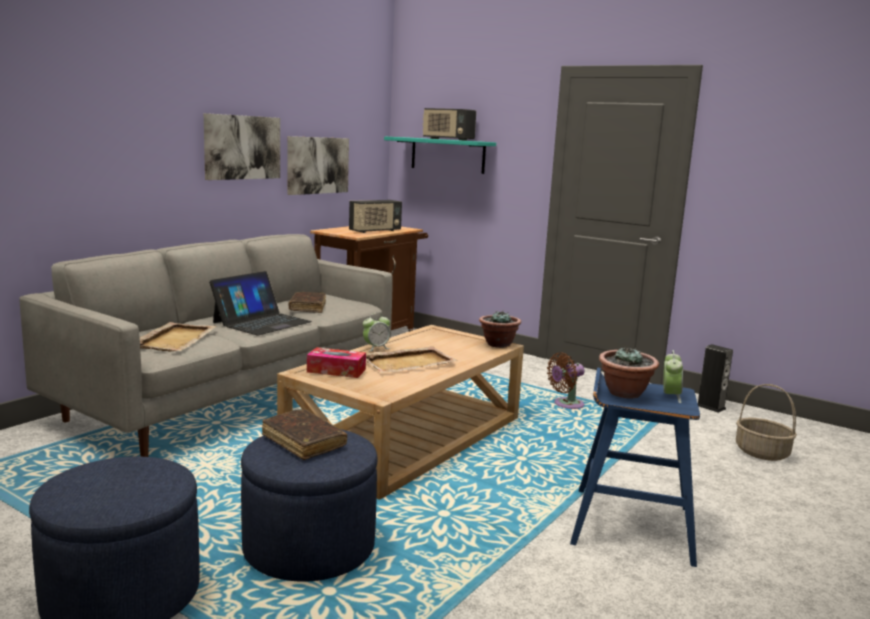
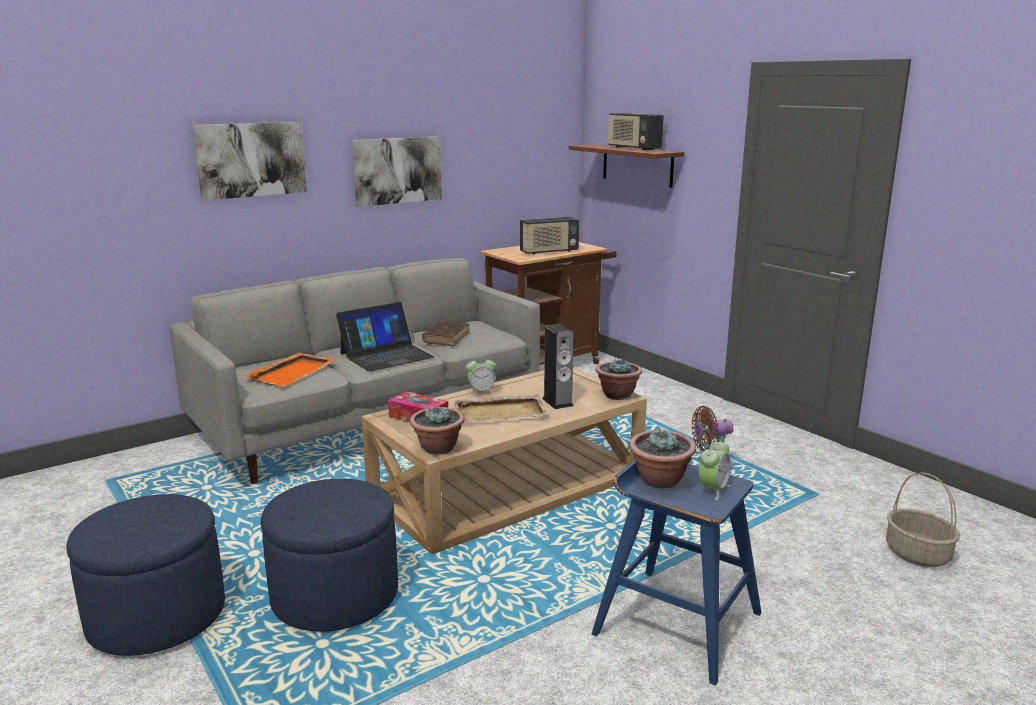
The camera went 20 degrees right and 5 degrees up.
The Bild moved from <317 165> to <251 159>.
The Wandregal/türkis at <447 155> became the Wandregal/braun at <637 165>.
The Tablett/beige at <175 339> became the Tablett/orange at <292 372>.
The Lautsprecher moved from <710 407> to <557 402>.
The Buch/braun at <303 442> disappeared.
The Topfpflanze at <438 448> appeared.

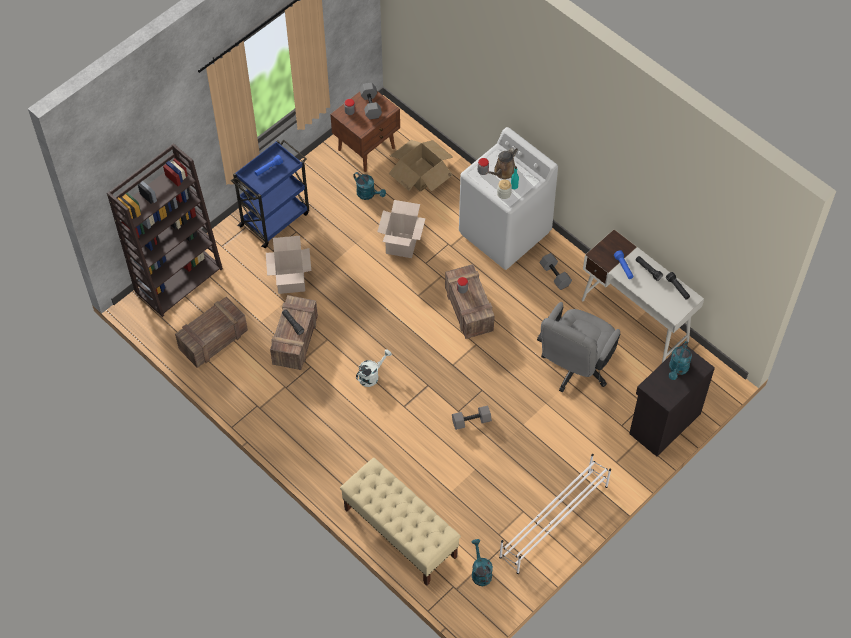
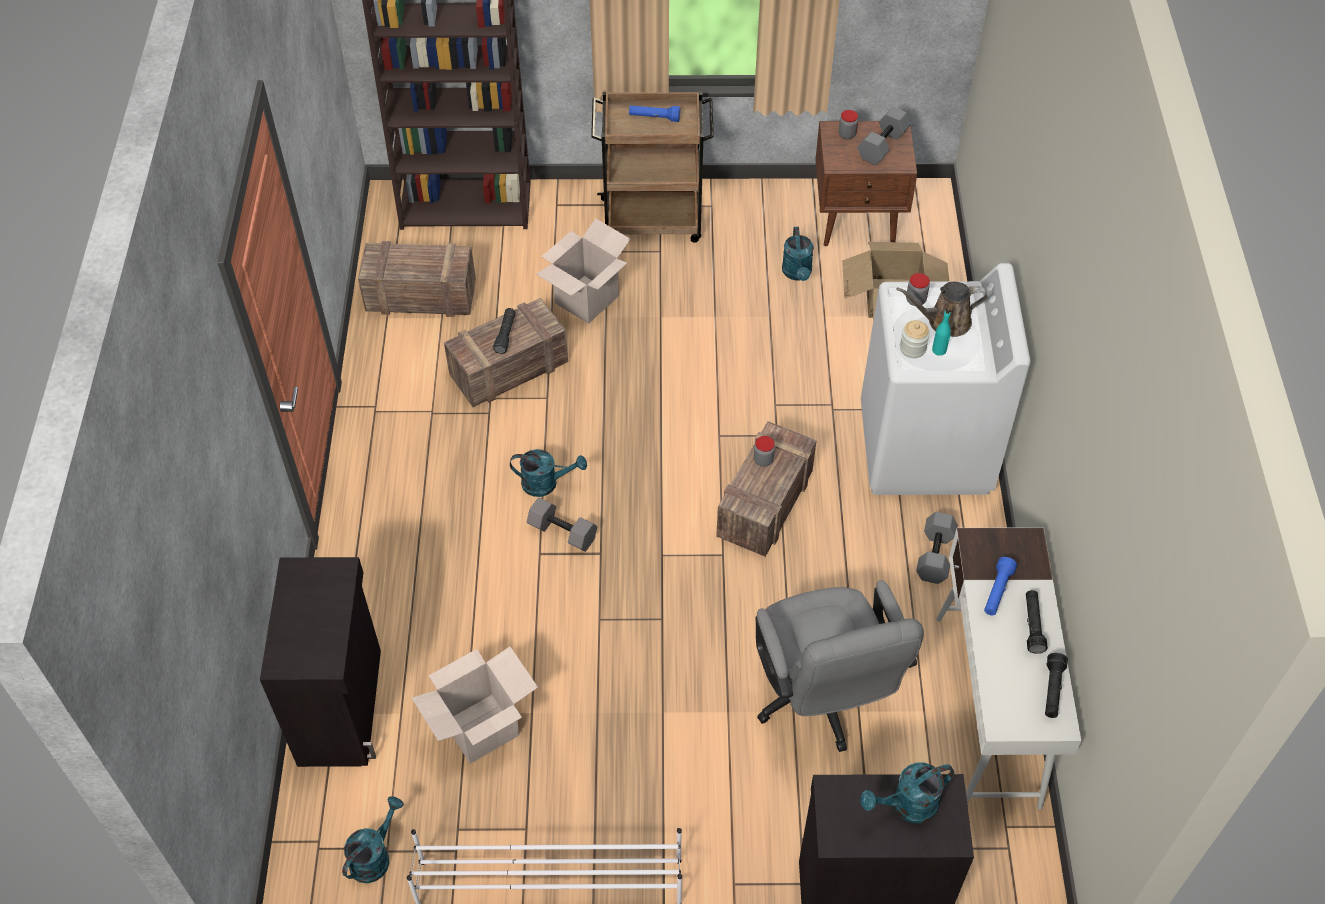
The camera went 45 degrees right and 5 degrees down.
The Rollwagen/blau at <275 218> became the Rollwagen/braun at <653 220>.
The Karton moved from <401 244> to <481 729>.
The Bürostuhl/grau at <574 368> turned 90 degrees counterclockwise.
The Gießkanne/weiß at <371 375> became the Gießkanne/türkis at <546 483>.
The Hantel/grau moved from <471 422> to <561 533>.
The Bank/beige at <400 533> was replaced by the Schrank/schwarz at <342 706>.

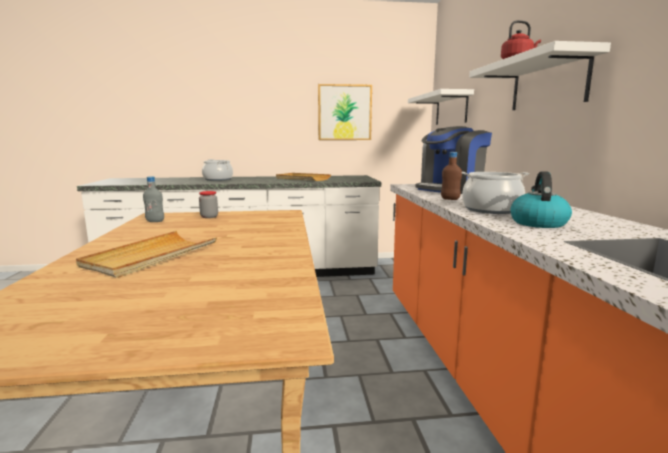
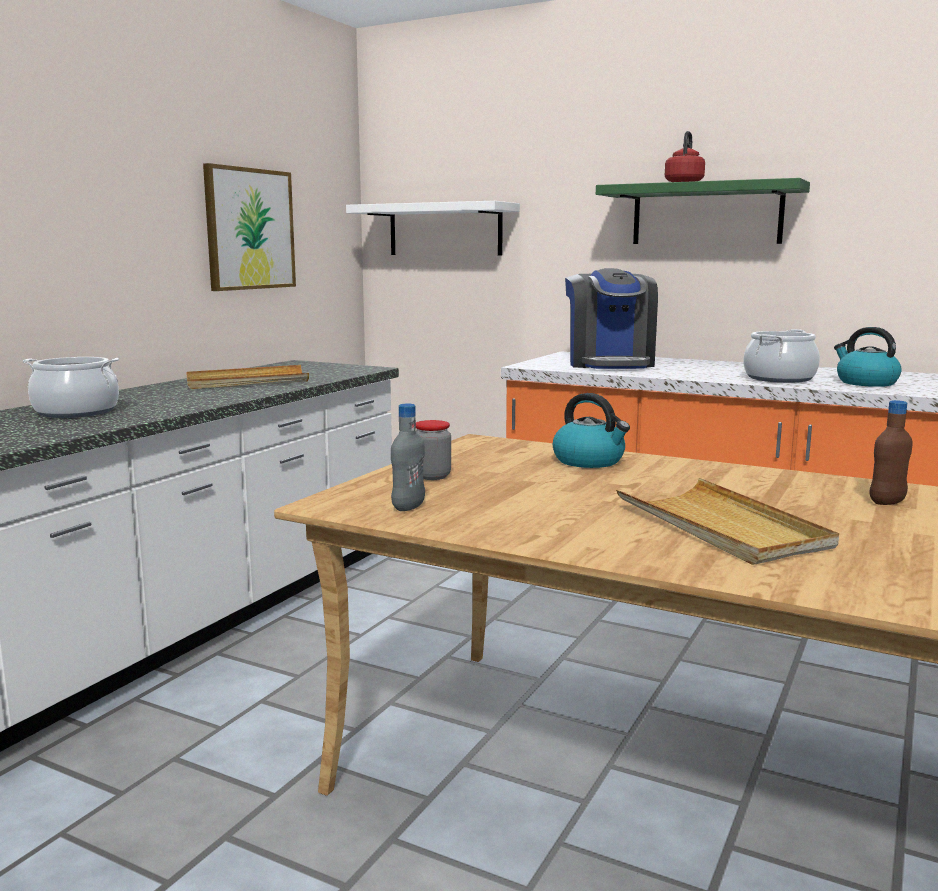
The camera went 55 degrees left and 0 degrees up.
The Wandregal/weiß at <548 83> became the Wandregal/grün at <706 214>.
The Flasche/braun moved from <450 199> to <887 502>.
The Wasserkessel at <589 461> appeared.

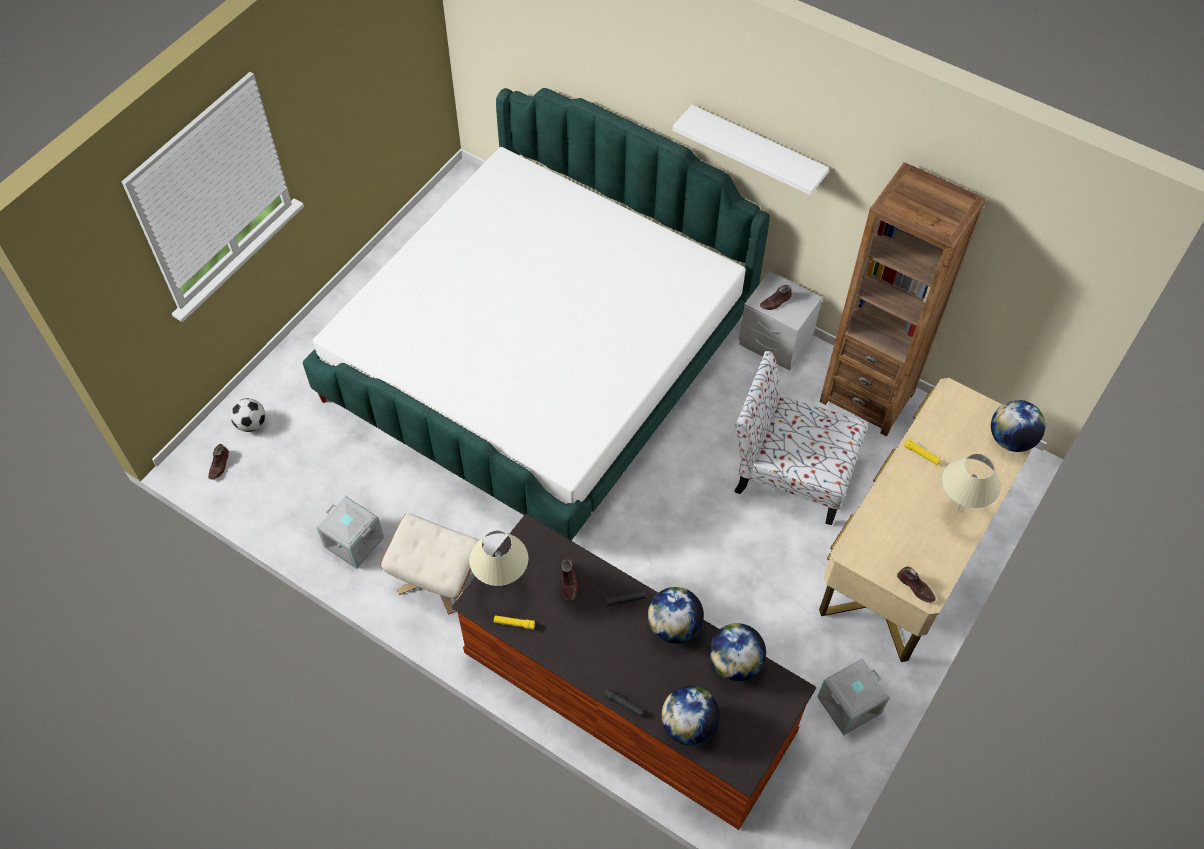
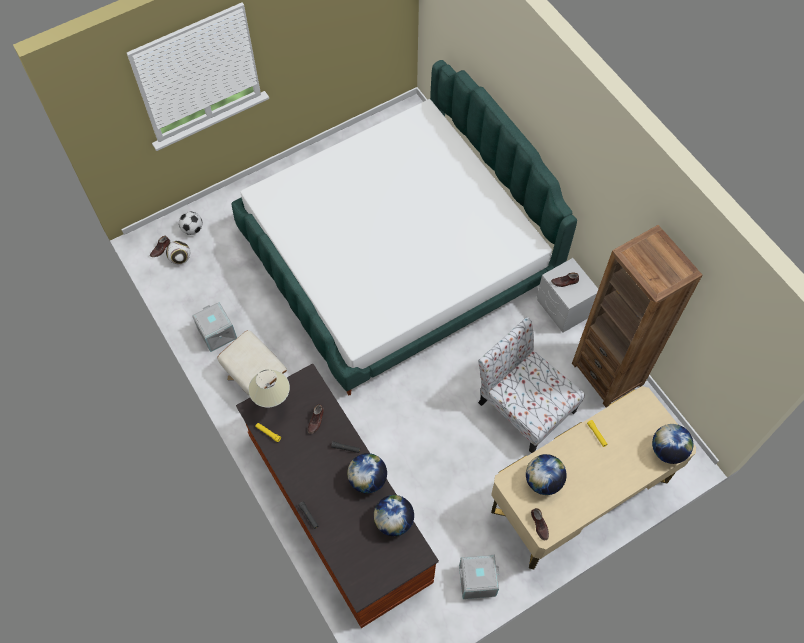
The camera went 25 degrees right and 5 degrees up.
The Wandregal/weiß at <757 149> disappeared.
The Tischlampe/beige at <957 511> disappeared.
The Globus moved from <688 725> to <543 481>.
The Fußball at <180 258> appeared.

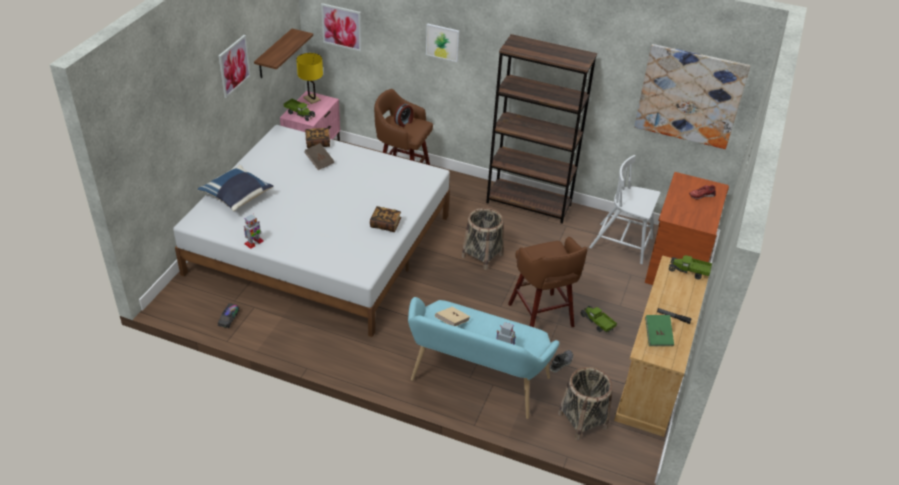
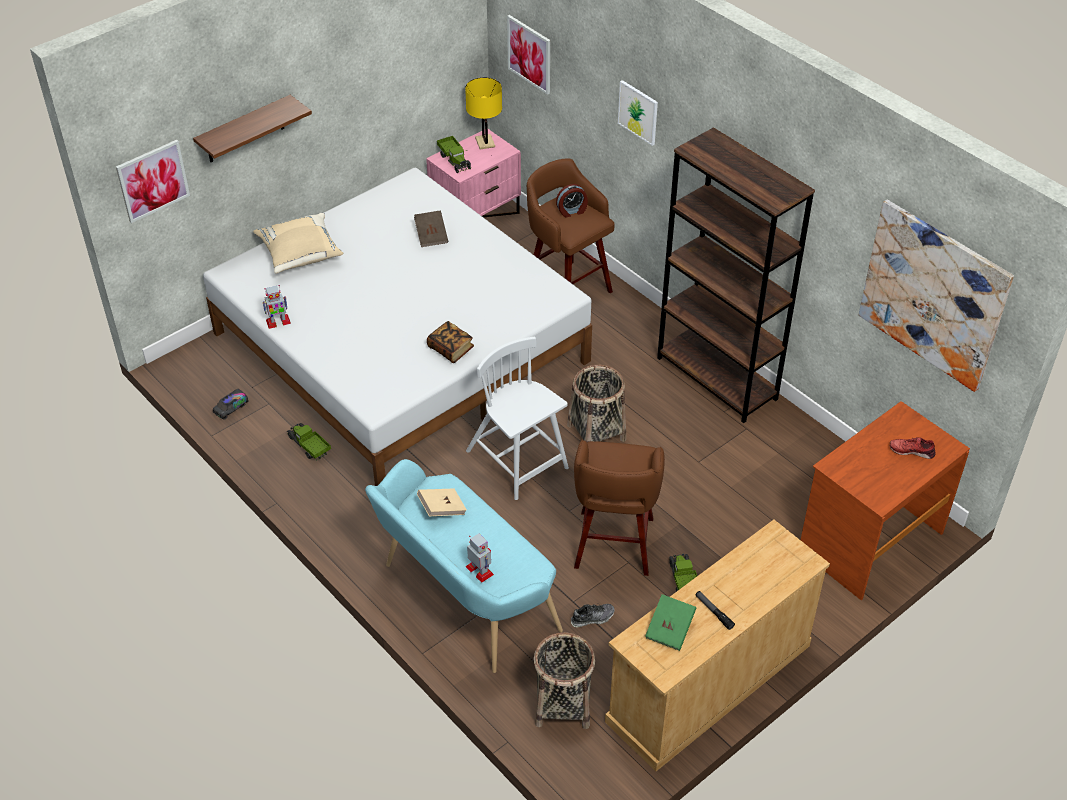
The camera went 30 degrees right and 5 degrees up.
The Wandregal moved from <274 54> to <244 130>.
The Bild moved from <233 66> to <153 180>.
The Buch at <318 143> disappeared.
The Stuhl/weiß moved from <622 243> to <518 461>.
The Kissen/blau at <237 197> became the Kissen/beige at <300 255>.
The Spielzeuglaster moved from <688 271> to <309 446>.

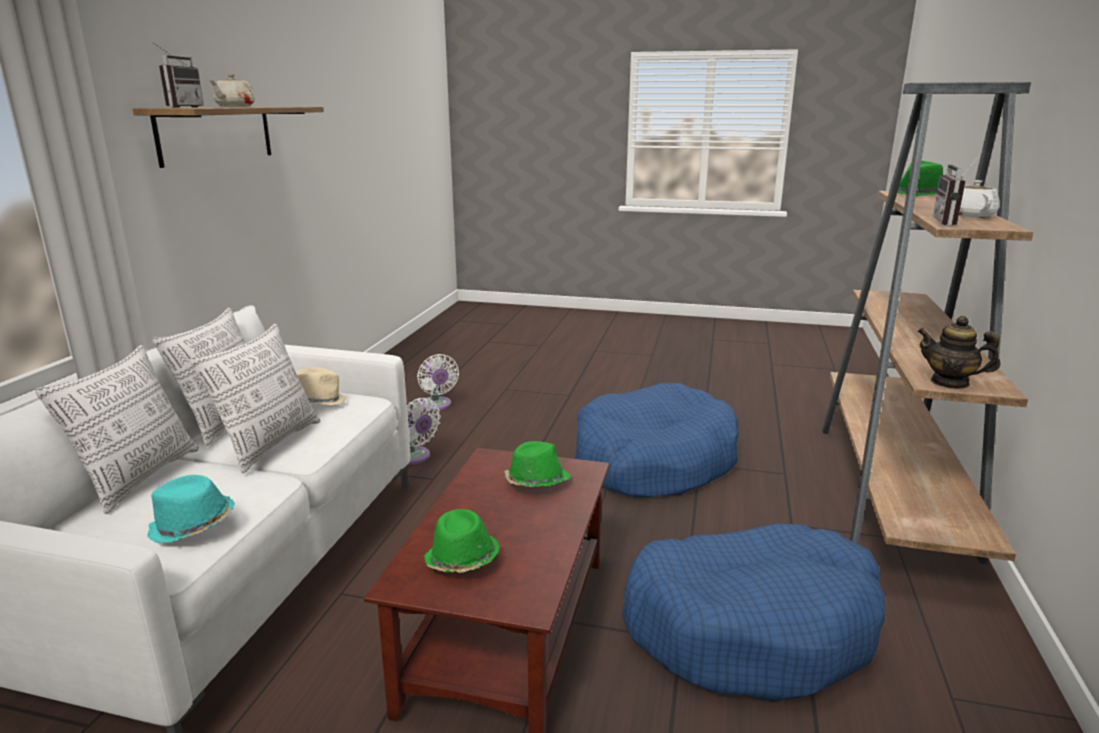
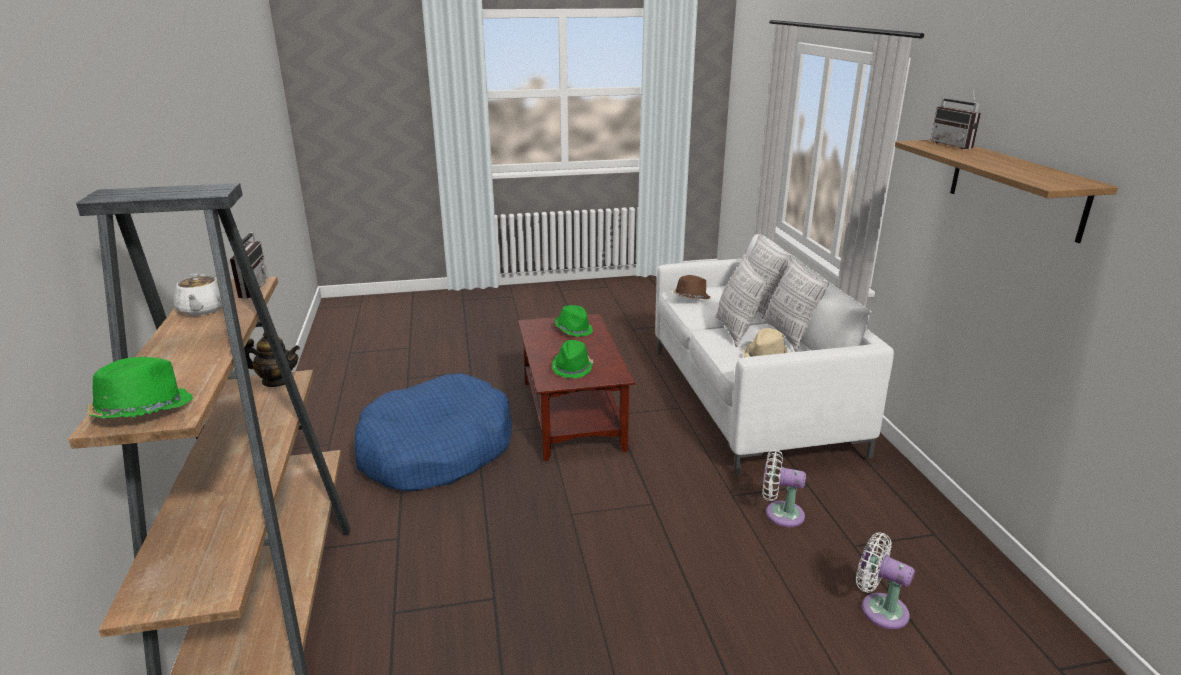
The camera went 155 degrees right and 5 degrees up.
The Teekanne/beige at <234 106> disappeared.
The Hundebett/blau at <653 461> disappeared.
The Hut/türkis at <192 526> became the Hut/braun at <690 298>.

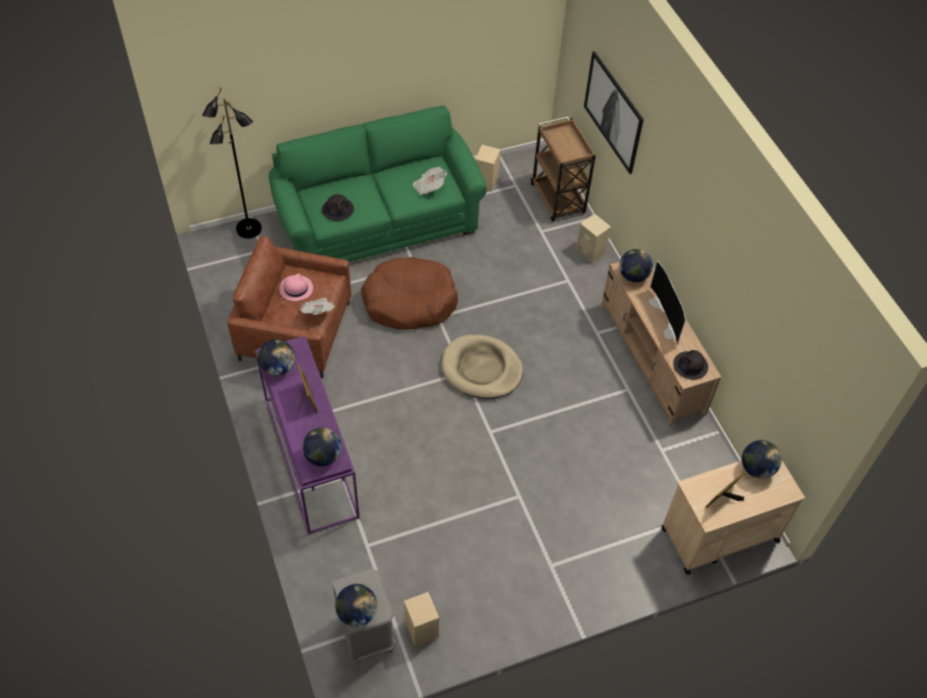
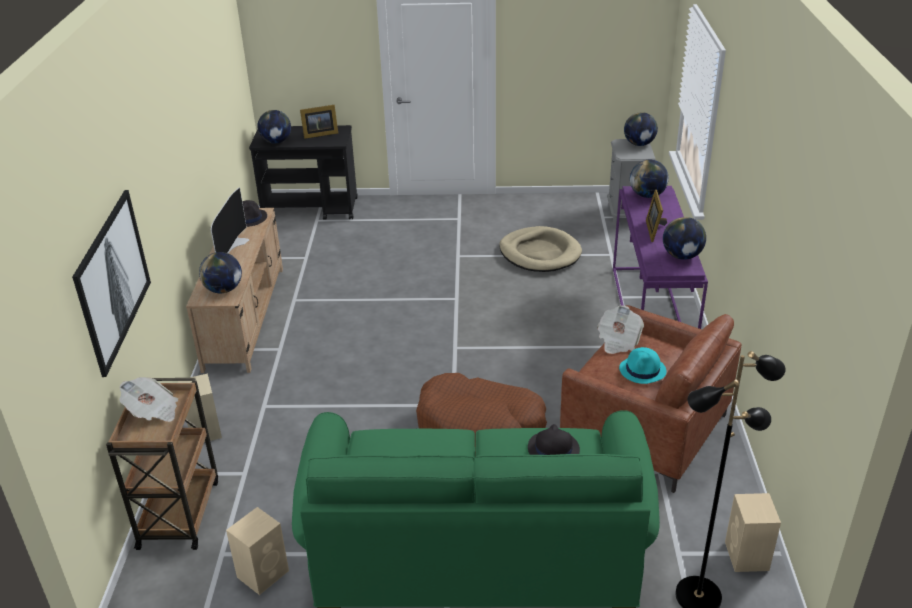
The camera went 155 degrees left and 20 degrees down.
The Zeitung moved from <429 187> to <152 411>.
The Hut/rosa at <295 288> became the Hut/türkis at <643 370>.
The Hundebett/beige moved from <481 369> to <540 253>.
The Rollwagen/beige at <719 534> became the Rollwagen/schwarz at <311 209>.
The Lautsprecher/beige moved from <421 628> to <747 557>.

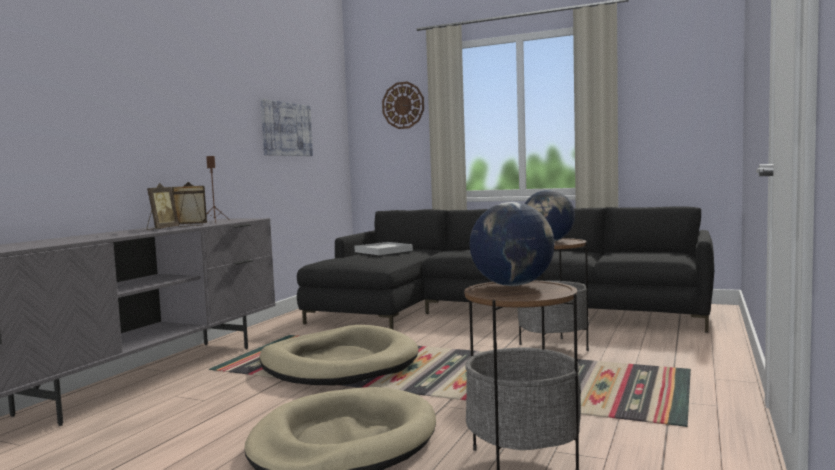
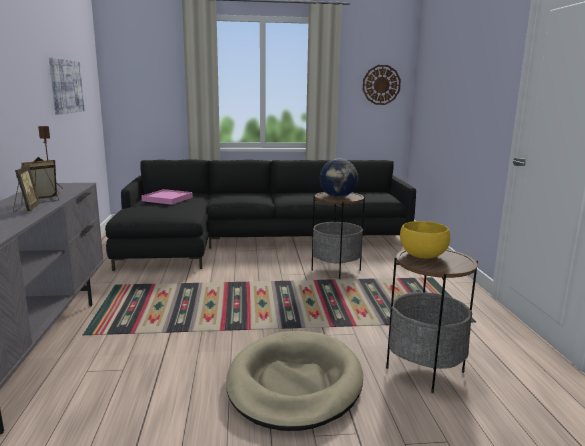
The camera went 30 degrees left and 10 degrees up.
The Wanduhr moved from <403 105> to <381 85>.
The Globus at <513 285> was replaced by the Schüssel/gelb at <423 254>.
The Tablett/weiß at <383 251> became the Tablett/rosa at <167 199>.
The Hundebett/beige at <338 363> disappeared.

